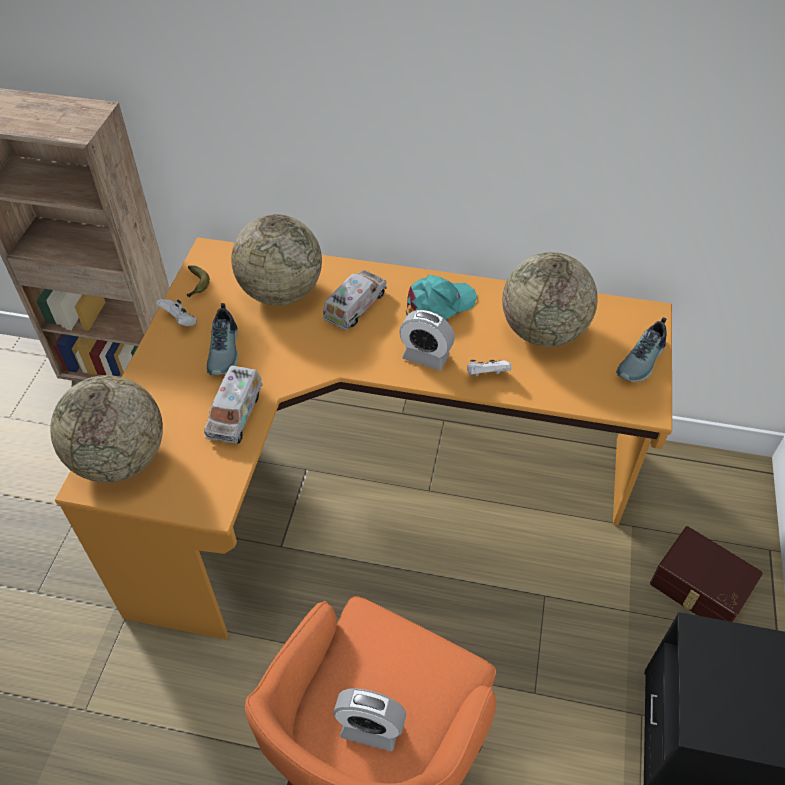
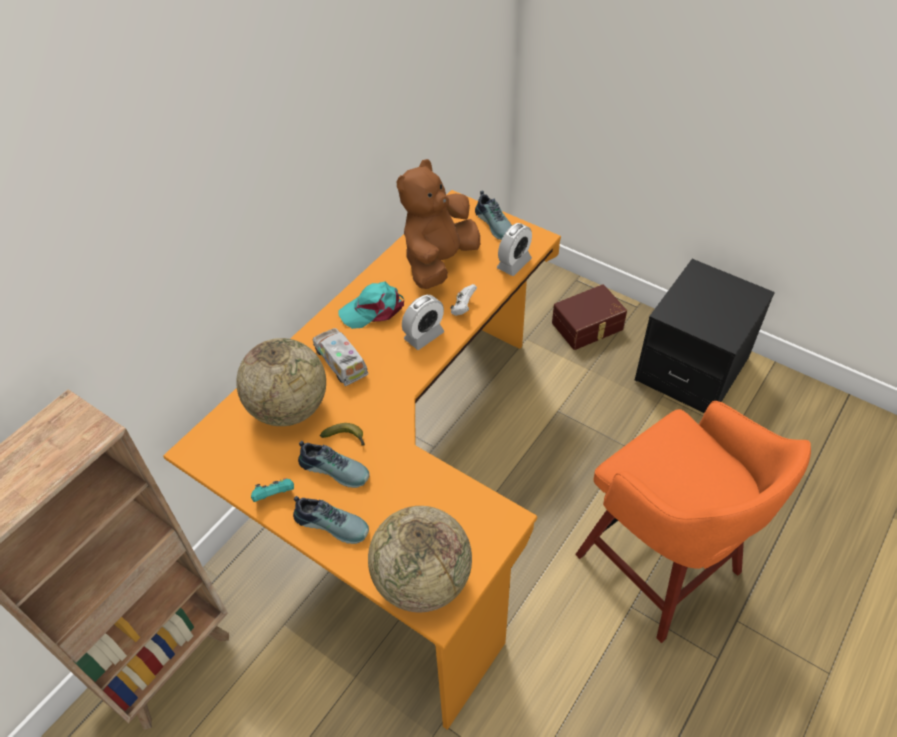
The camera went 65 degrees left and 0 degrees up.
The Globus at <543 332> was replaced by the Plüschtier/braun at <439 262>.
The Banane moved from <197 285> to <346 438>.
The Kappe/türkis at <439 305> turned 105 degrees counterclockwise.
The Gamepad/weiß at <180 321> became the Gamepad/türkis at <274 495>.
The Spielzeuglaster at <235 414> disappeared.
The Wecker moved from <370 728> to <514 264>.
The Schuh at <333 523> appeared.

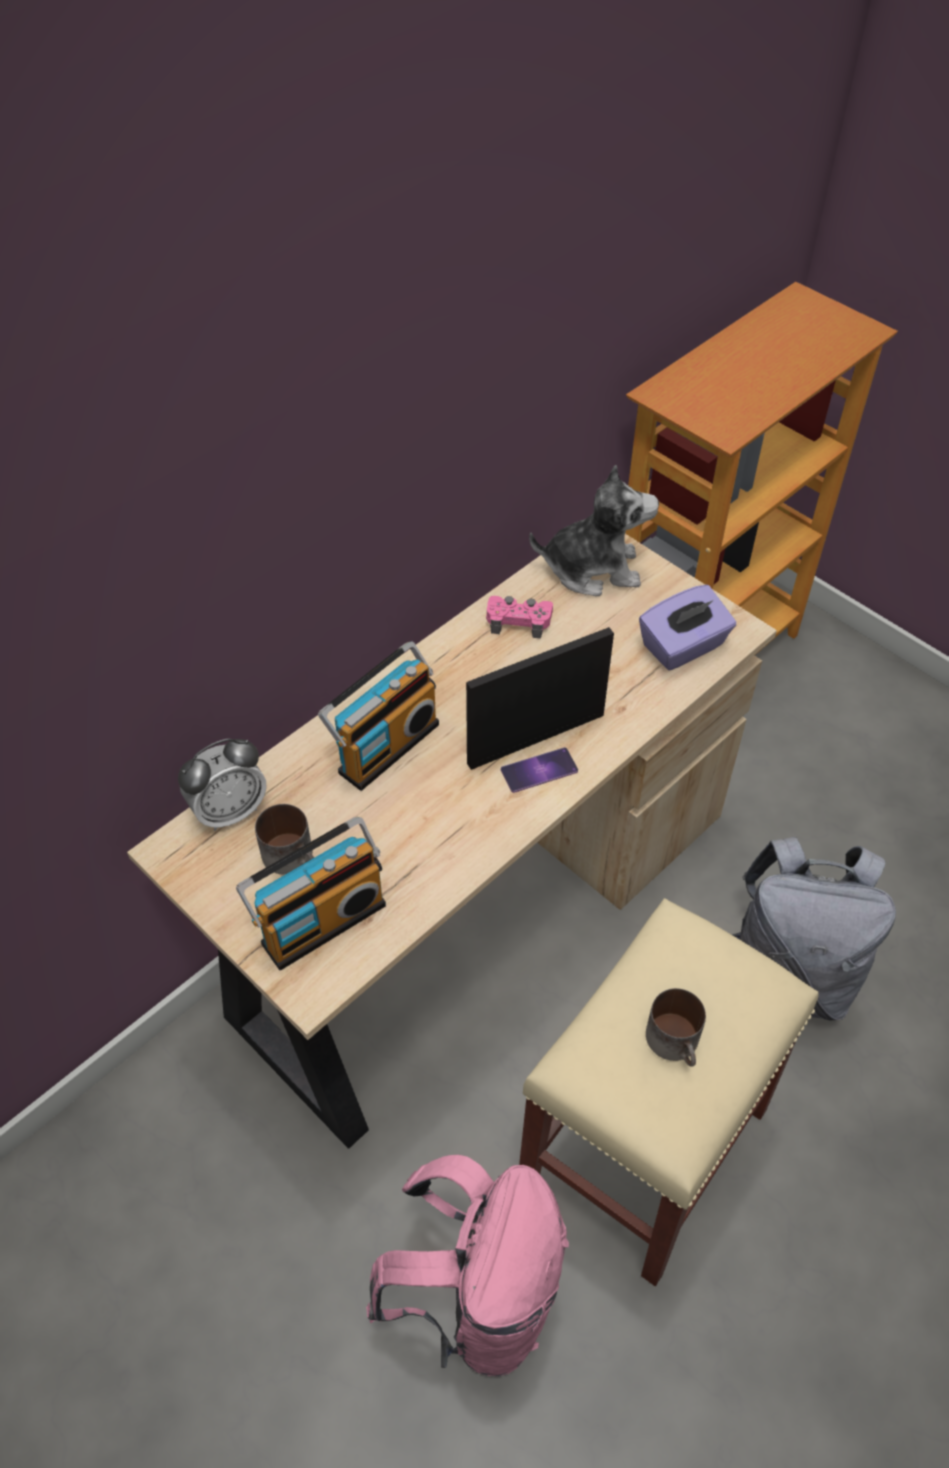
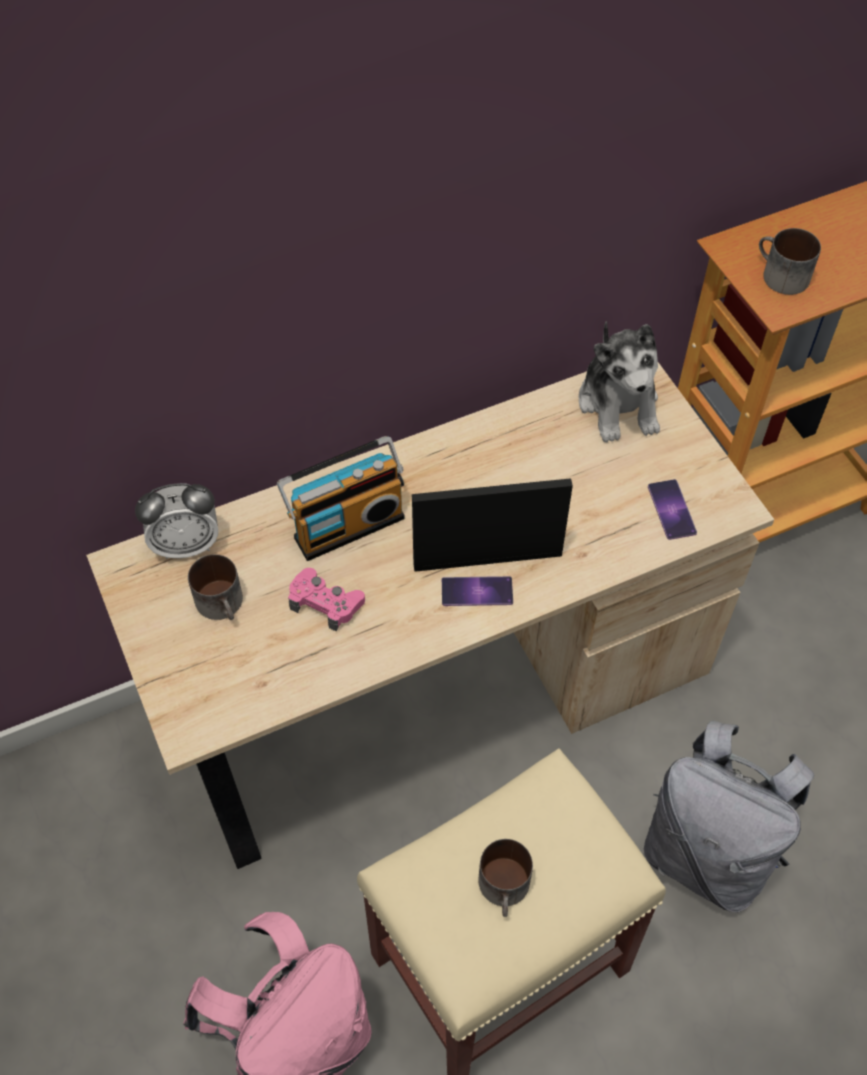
The camera went 20 degrees right and 5 degrees up.
The Plüschtier at <592 569> turned 60 degrees clockwise.
The Taschentuchbox/lila at <683 647> was replaced by the Handy at <671 509>.
The Gamepad/rosa moved from <518 620> to <325 603>.
The Radio at <321 920> disappeared.
The Henkelbecher at <779 276> appeared.

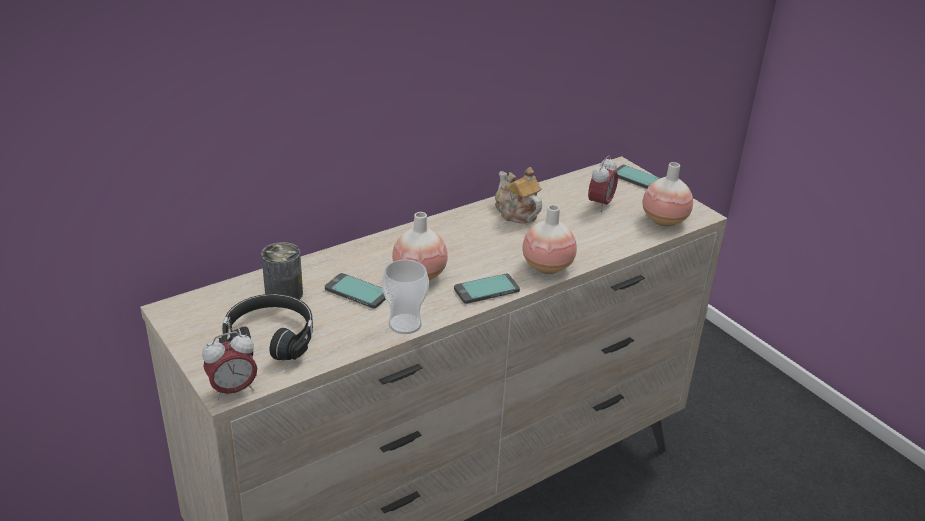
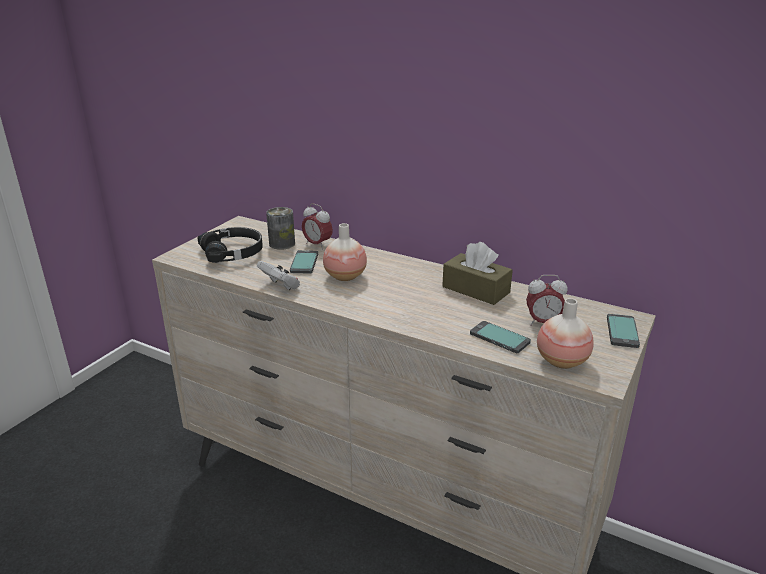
The camera went 65 degrees right and 5 degrees down.
The Teekanne at <516 213> was replaced by the Taschentuchbox/braun at <476 289>.
The Vase at <547 267> disappeared.
The Tasse at <405 324> was replaced by the Gamepad/weiß at <280 286>.
The Handy moved from <486 290> to <499 338>.
The Wecker moved from <233 390> to <317 245>.

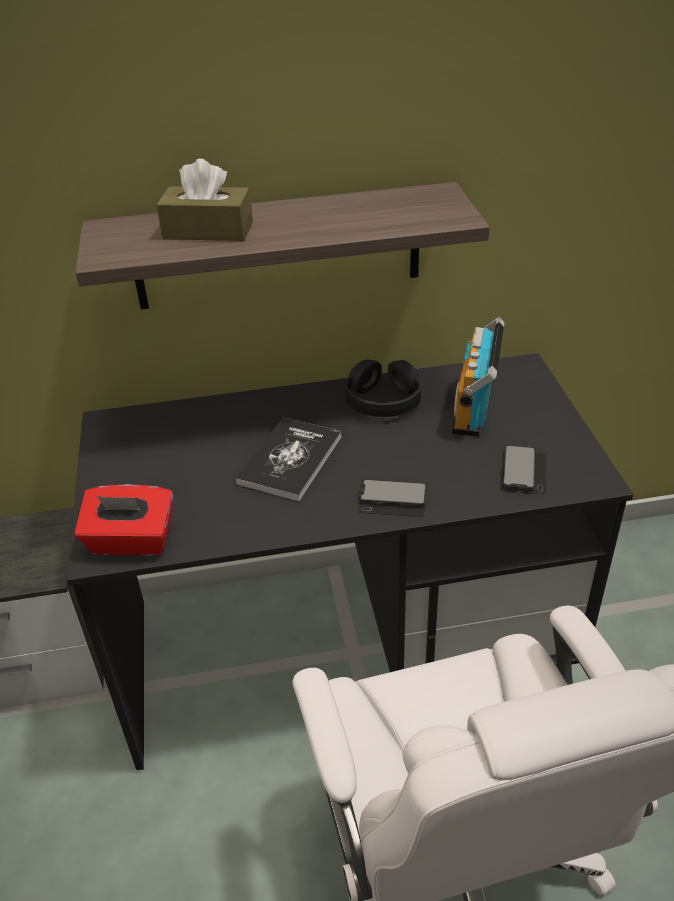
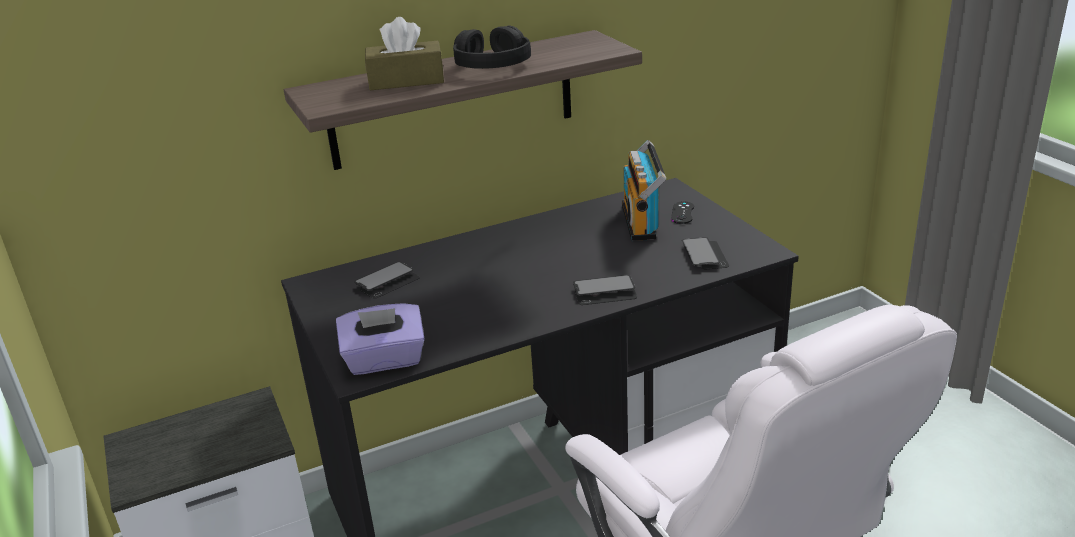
The camera went 15 degrees left and 10 degrees down.
The Kopfhörer/schwarz moved from <383 400> to <492 64>.
The Buch at <290 460> disappeared.
The Taschentuchbox/rot at <131 541> became the Taschentuchbox/lila at <385 360>.
The Gamepad/schwarz at <682 213> appeared.
The Handy at <387 282> appeared.

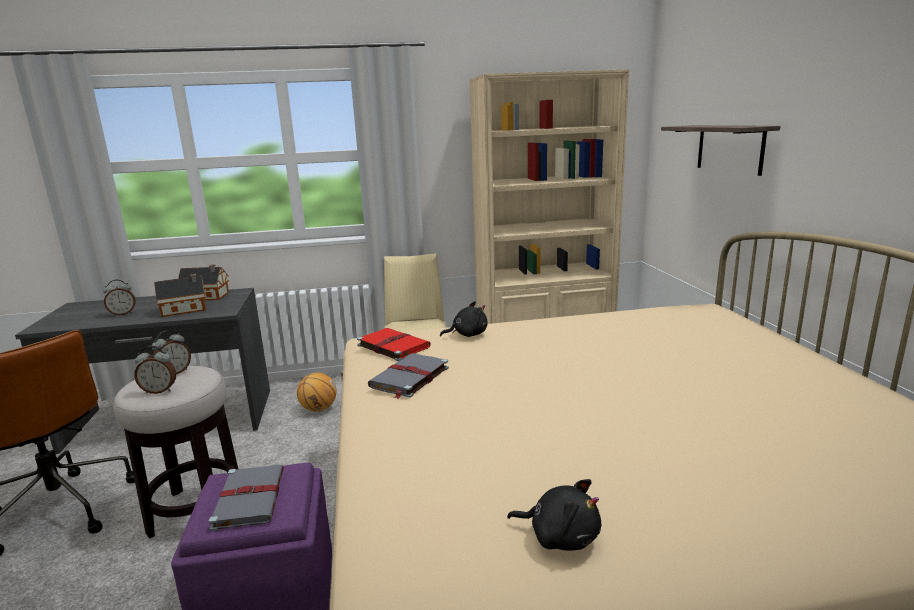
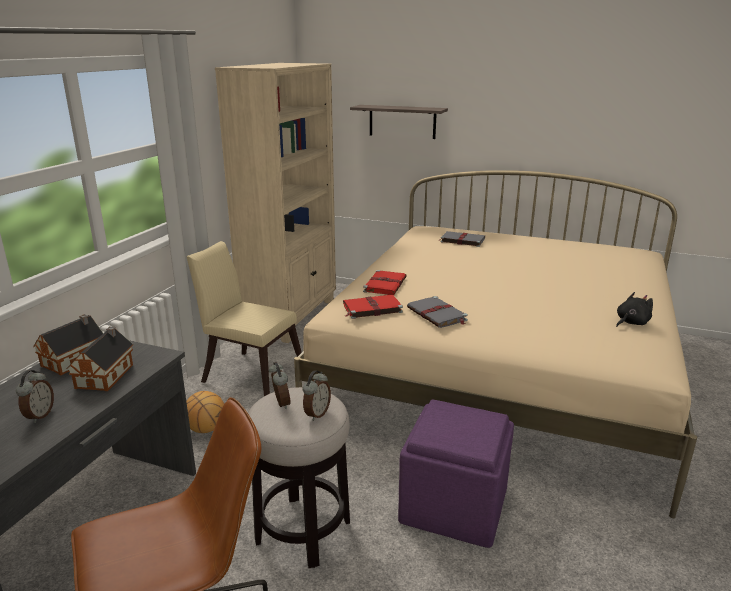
The camera went 60 degrees left and 5 degrees up.
The Plüschtier/schwarz at <467 335> was replaced by the Buch/rot at <385 284>.
The Buch/grau moved from <250 498> to <461 240>.

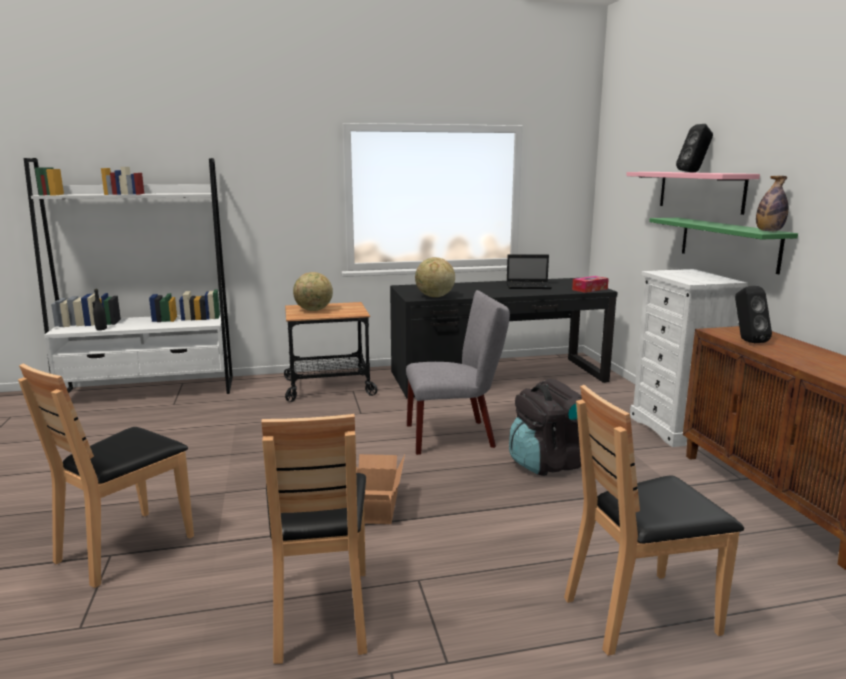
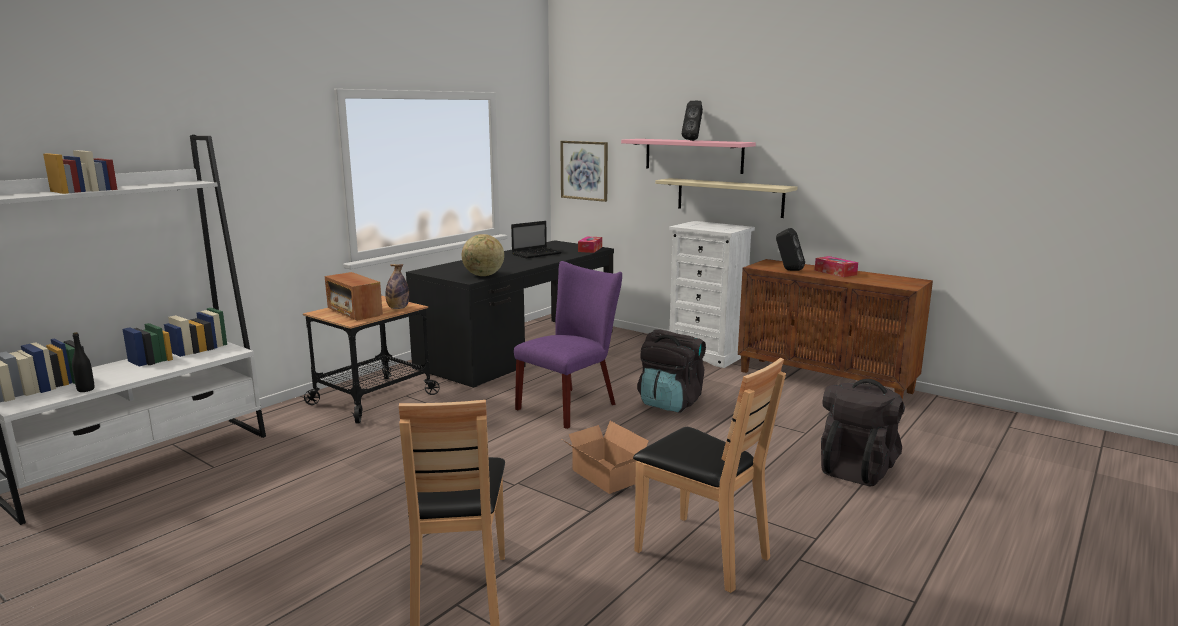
The camera went 40 degrees left and 0 degrees up.
The Flasche moved from <769 231> to <398 308>.
The Wandregal/grün at <728 243> became the Wandregal/beige at <729 197>.
The Globus at <314 310> was replaced by the Radio at <354 312>.
The Stuhl/grau at <456 436> became the Stuhl/lila at <571 405>.
The Stuhl/braun at <640 613> was replaced by the Rucksack/schwarz at <857 468>.
The Bild at <584 170> appeared.
The Taschentuchbox at <835 272> appeared.

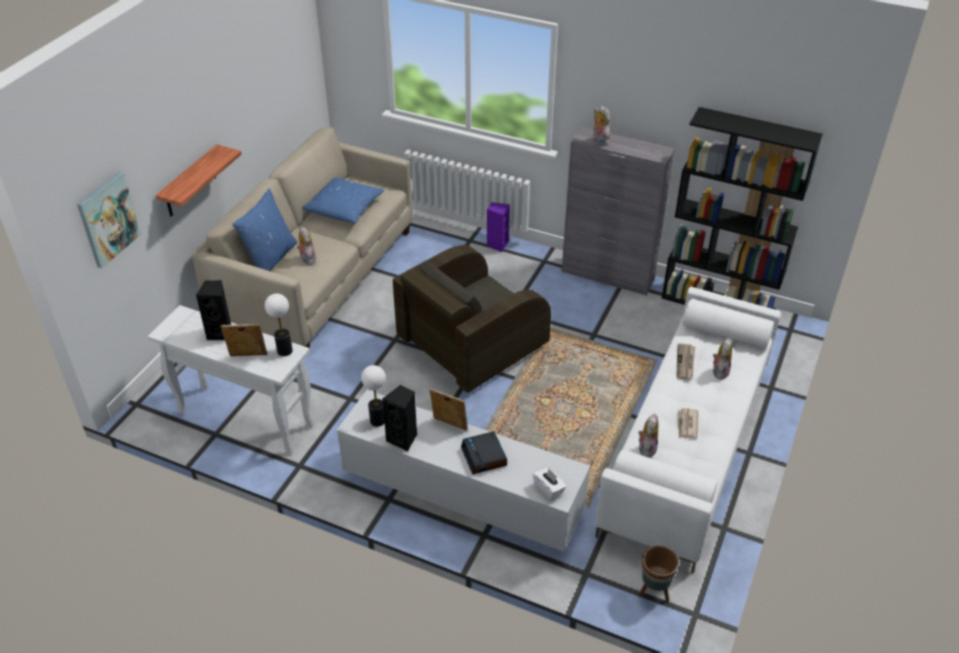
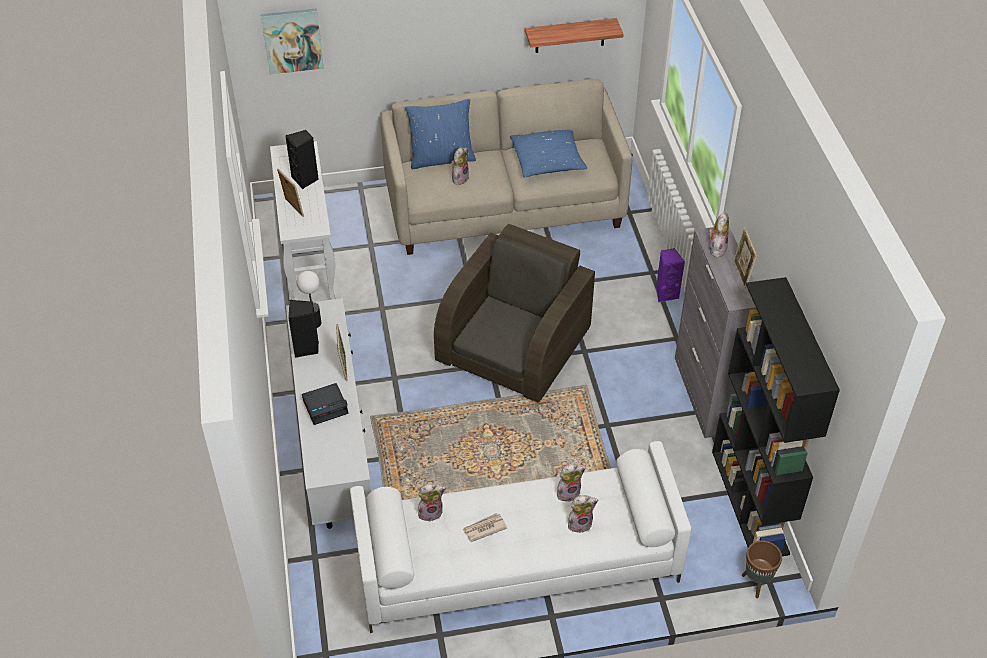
The camera went 55 degrees right and 5 degrees up.
The Wandregal moved from <190 182> to <570 35>.
The Sessel/braun at <471 343> turned 105 degrees clockwise.
The Tischlampe at <284 350> disappeared.
The Zeitung at <685 363> was replaced by the Plüschtier at <568 492>.
The Wecker at <484 457> turned 150 degrees counterclockwise.
The Taschentuchbox/weiß at <549 489> disappeared.
The Pflanzkübel/braun moved from <654 592> to <756 584>.
The Bilderrahmen at <741 275> appeared.

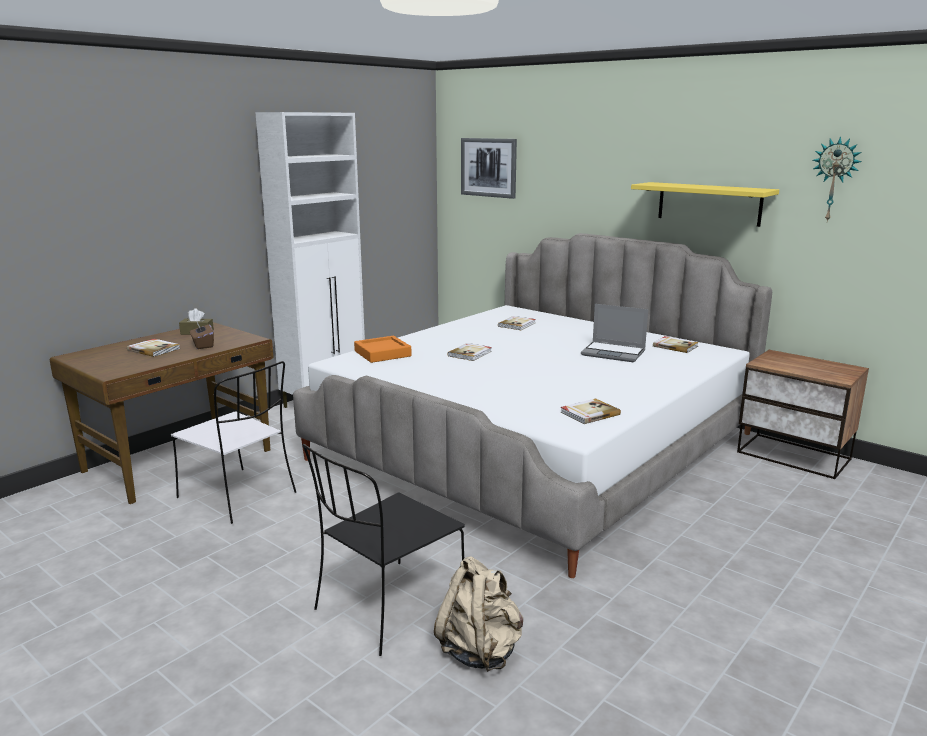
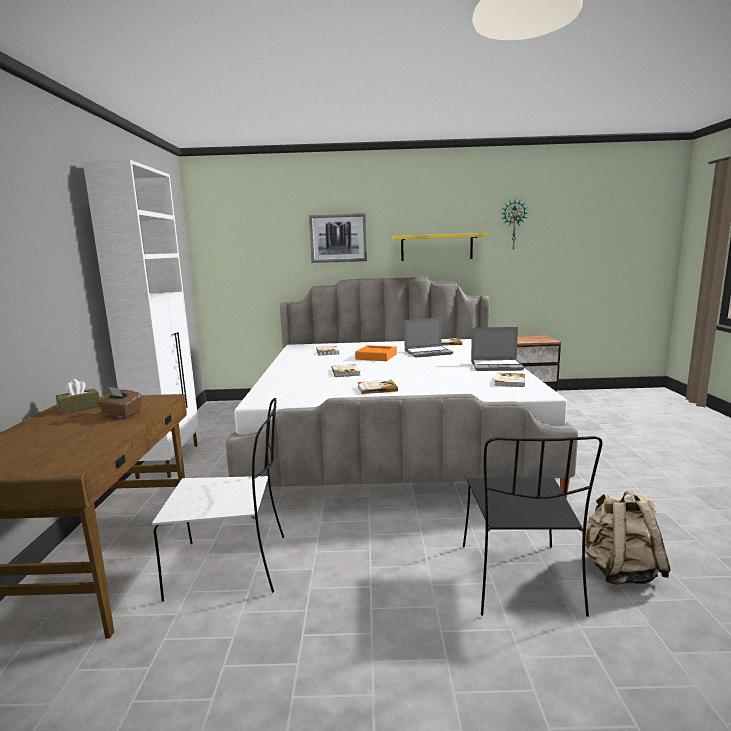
The camera went 40 degrees left and 5 degrees down.
The Bild moved from <488 167> to <338 238>.
The Tablett/orange moved from <382 353> to <376 357>.
The Buch moved from <154 349> to <376 388>.
The Laptop at <497 366> appeared.

